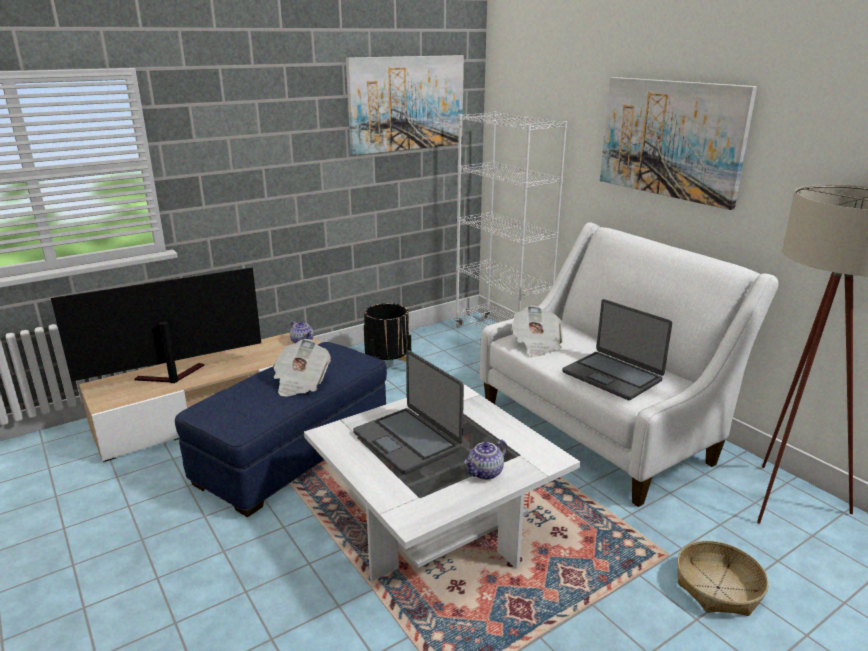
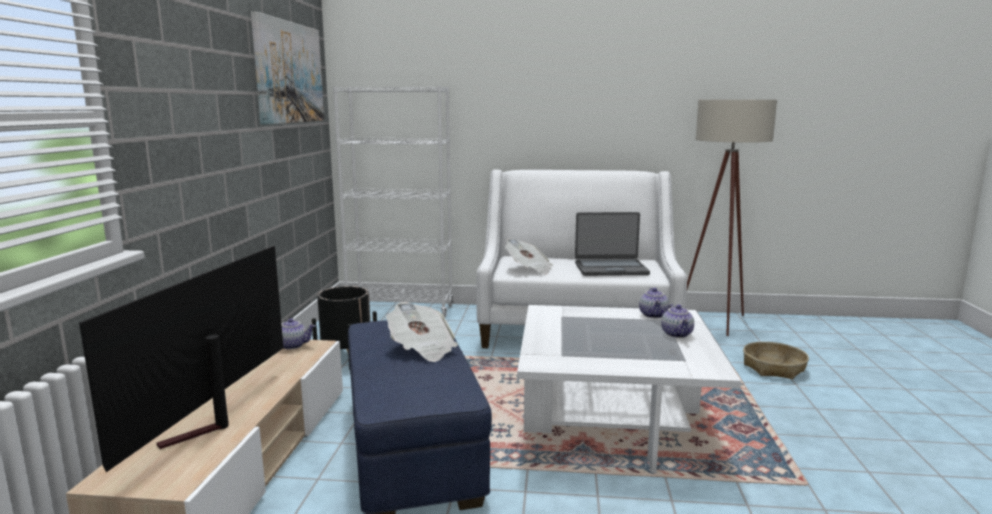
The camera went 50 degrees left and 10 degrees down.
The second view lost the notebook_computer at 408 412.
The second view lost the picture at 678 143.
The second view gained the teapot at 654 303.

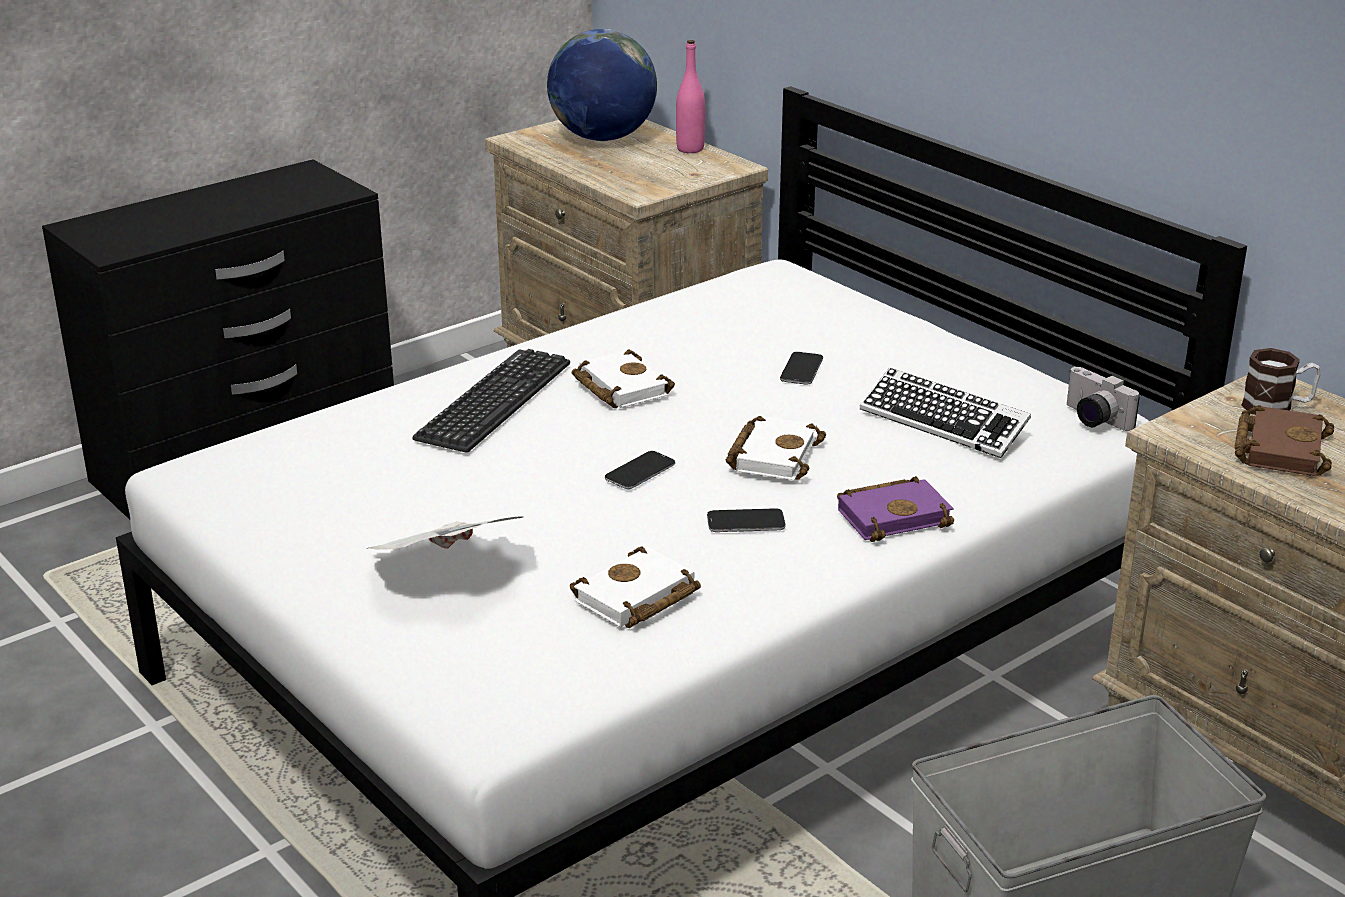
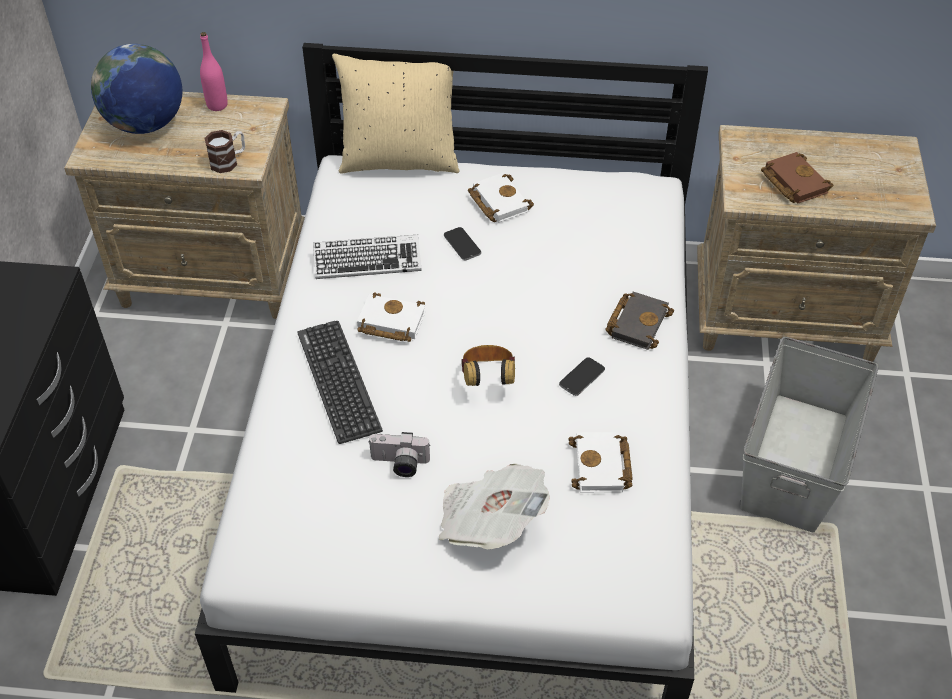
The camera went 45 degrees left and 20 degrees up.
Where the telephone stood at 640 470, the pair_of_headphones came to stand at 488 365.
The white-coloured_volume ended up elsewhere, having gone from 776 448 to 501 198.
What was the purple-coloured_volume at 895 509 turned into the blackish_volume at 639 321.
The keyboard ended up elsewhere, having gone from 945 413 to 367 257.
The still_camera ended up elsewhere, having gone from 1103 399 to 399 454.
The mug ended up elsewhere, having gone from 1281 381 to 225 151.
The second view gained the sand-coloured_cushion at 396 114.

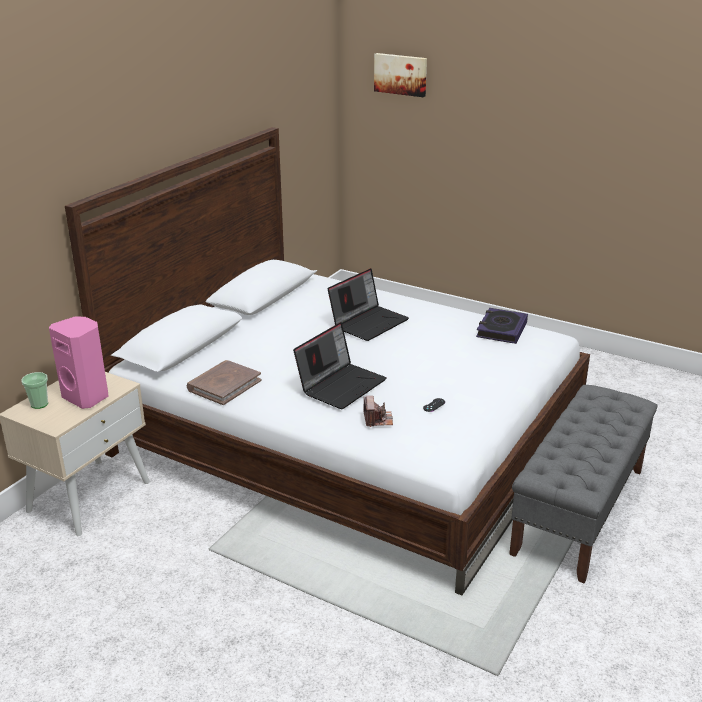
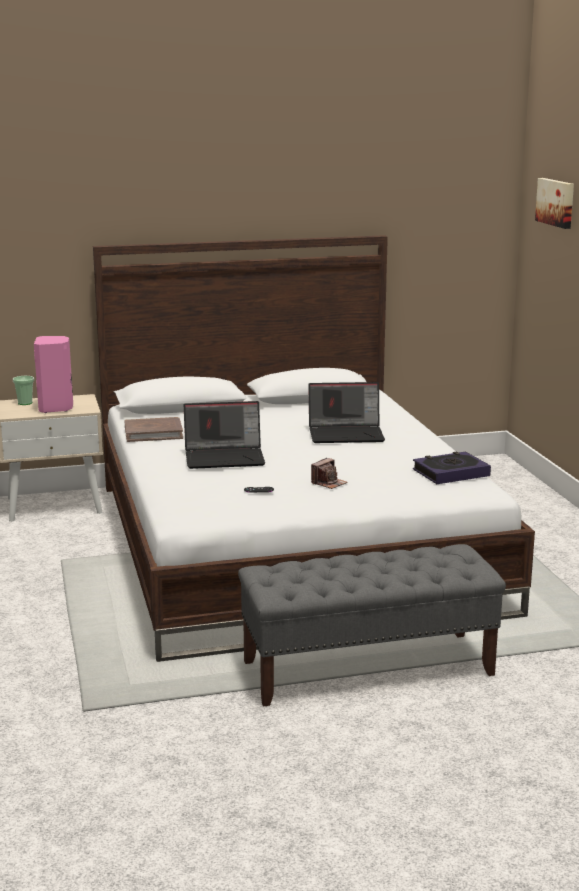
The camera went 45 degrees right and 10 degrees down.
The still_camera ended up elsewhere, having gone from 378 411 to 329 473.

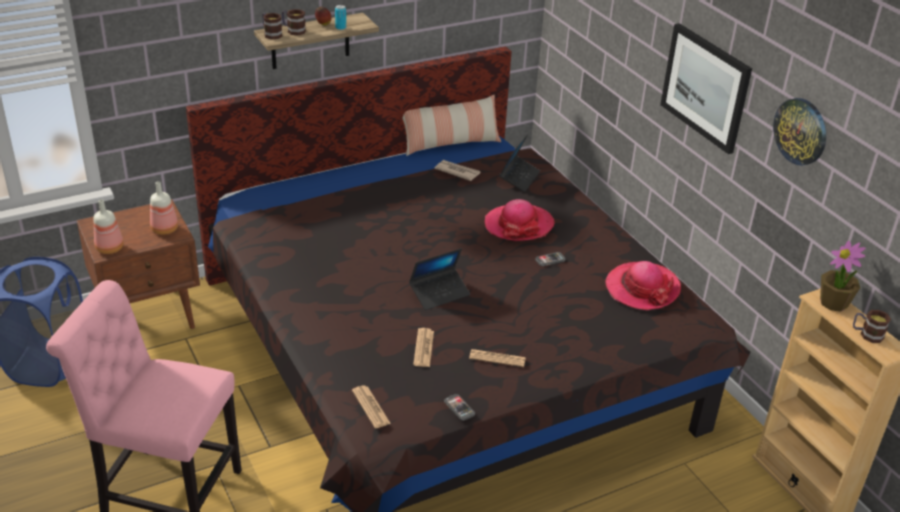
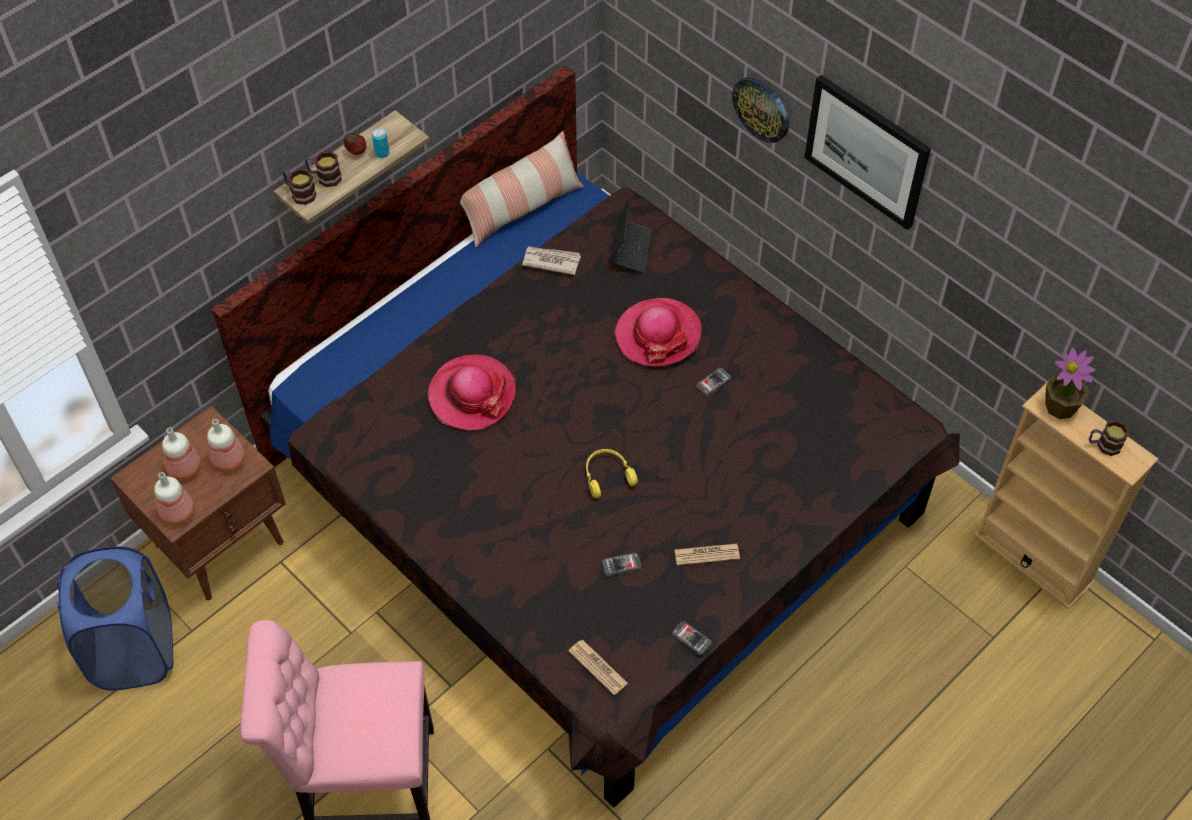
The camera went 15 degrees left and 20 degrees up.
Where the notebook_computer stood at 439 279, the yellow_pair_of_headphones came to stand at 612 473.
Where the printed_paper stood at 423 347, the telephone came to stand at 622 564.
The clothing_hat ended up elsewhere, having gone from 643 285 to 472 392.
The hanging_clock ended up elsewhere, having gone from 799 132 to 760 110.
The second view gained the drink_bottle at 181 454.

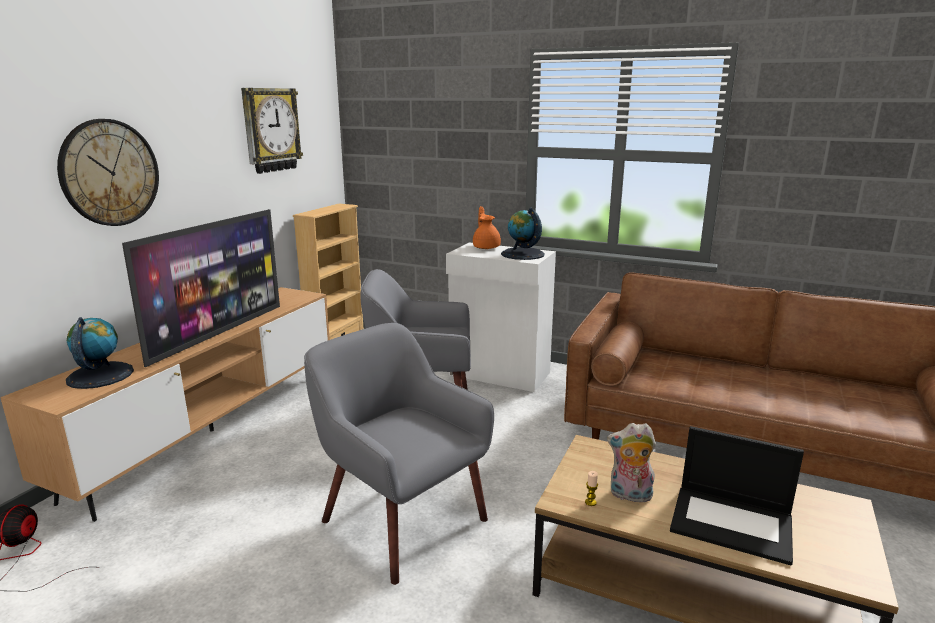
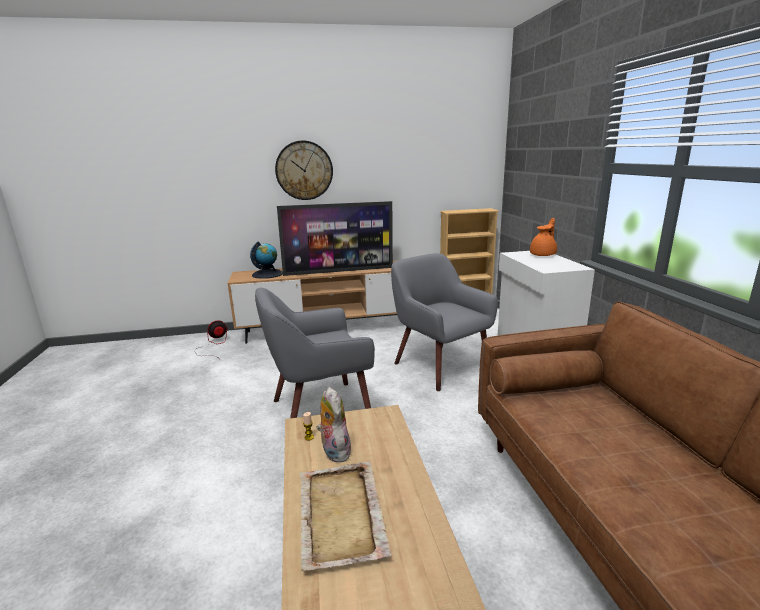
The camera went 55 degrees right and 0 degrees up.
The second view lost the hanging_clock at 272 131.
The grey_armchair at 399 454 ended up facing another way, 120 degrees counterclockwise from before.
The second view lost the world_globe at 523 233.
Where the notebook_computer stood at 737 496, the sand-coloured_tray came to stand at 346 517.

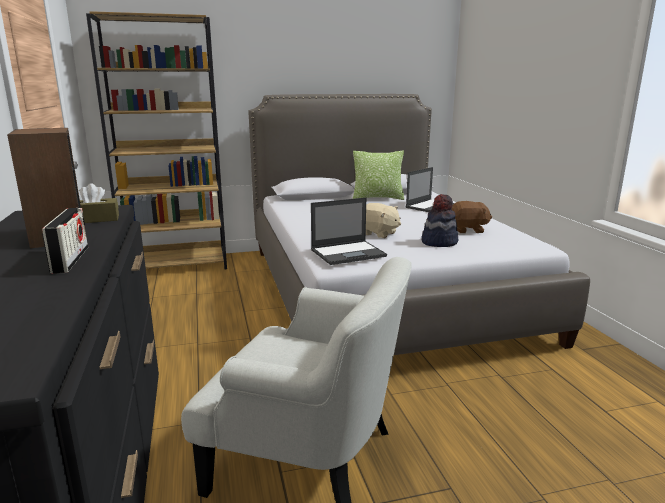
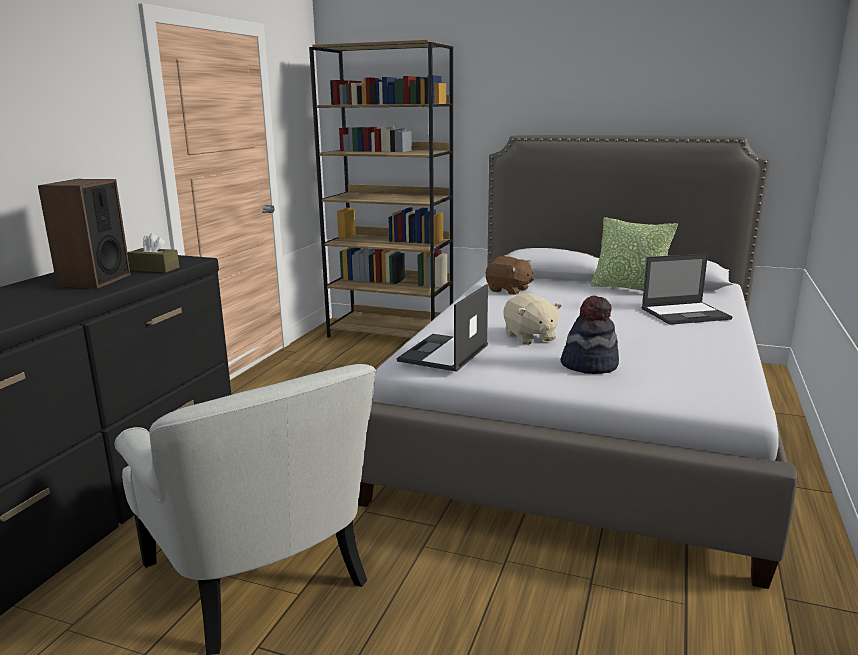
The camera went 35 degrees right and 0 degrees up.
The second view lost the radio_receiver at 65 241.
The notebook_computer at 349 231 ended up facing another way, 105 degrees clockwise from before.
The brownish_soft_toy ended up elsewhere, having gone from 472 217 to 510 275.

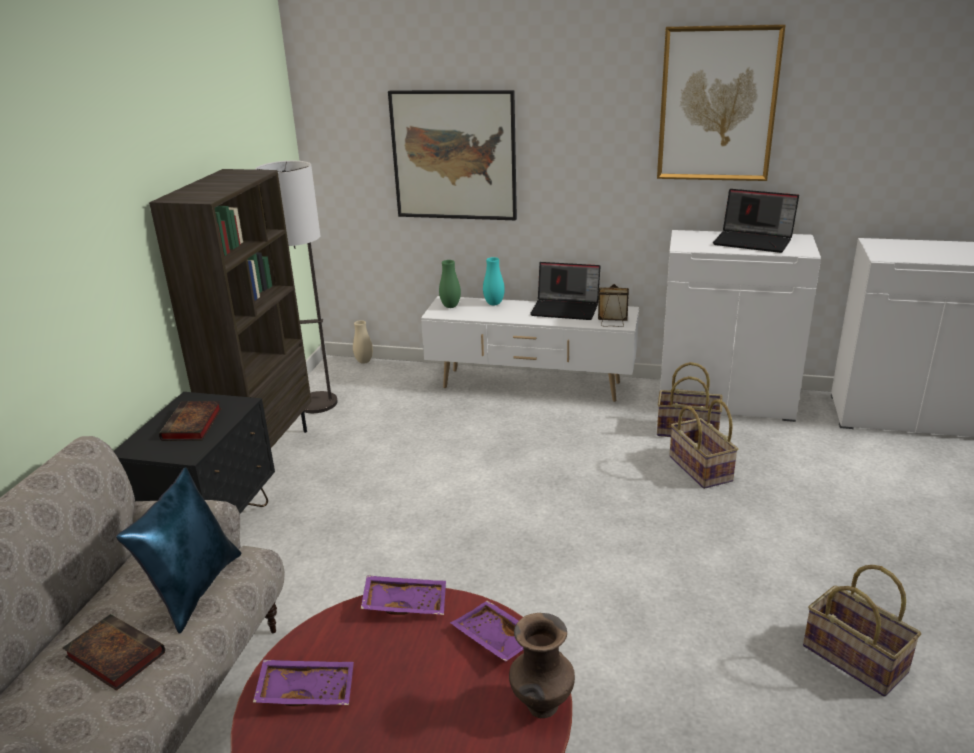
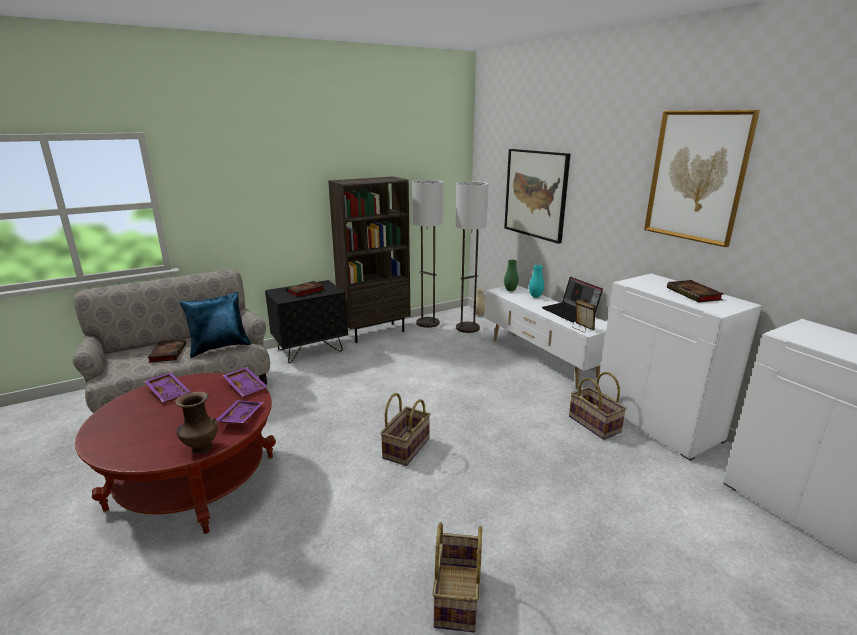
The camera went 45 degrees right and 5 degrees down.
The storage_basket ended up elsewhere, having gone from 703 444 to 405 429.
Where the notebook_computer stood at 756 221, the volume came to stand at 695 291.
The second view gained the floor_lamp at 472 257.

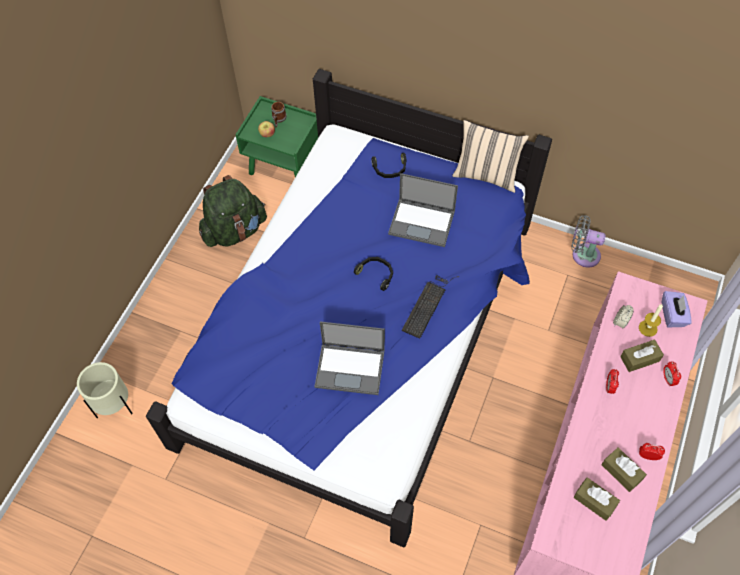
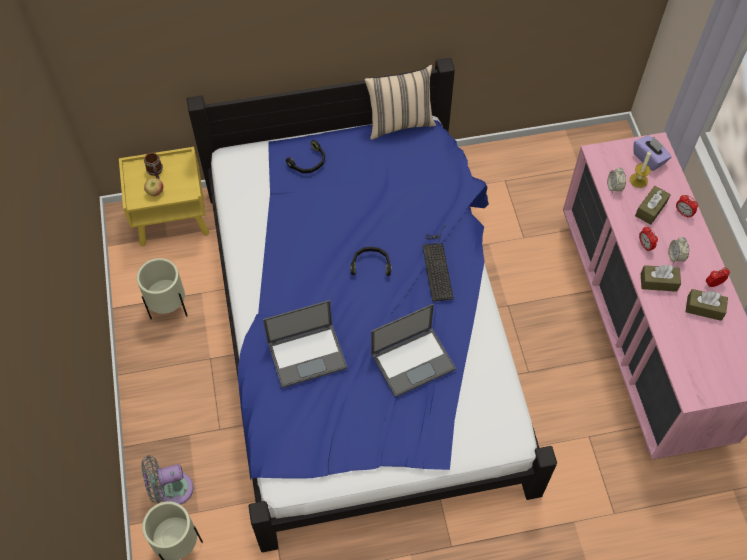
The camera went 35 degrees left and 0 degrees up.
Where the greenish_backpack stood at 233 211, the sand-coloured_plant_pot came to stand at 162 288.
What was the greenish_nightstand at 276 136 turned into the yellow_nightstand at 164 196.
The notebook_computer ended up elsewhere, having gone from 423 210 to 305 344.
The grey_fan ended up elsewhere, having gone from 588 241 to 167 480.
The brownish_tissue_box ended up elsewhere, having gone from 596 499 to 661 278.
The second view gained the table_clock at 679 250.

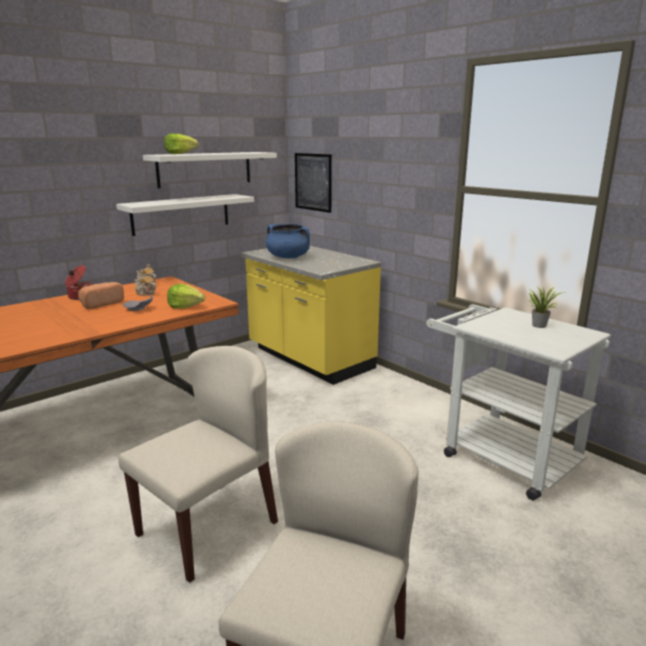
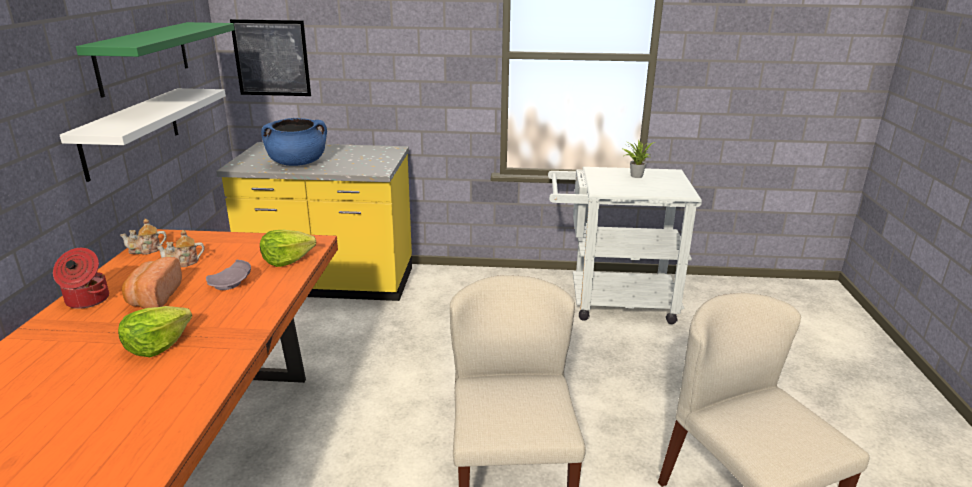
The camera went 45 degrees left and 5 degrees up.
What was the white-coloured_shelf at 210 170 turned into the greenish_shelf at 155 60.
The head_of_lettuce ended up elsewhere, having gone from 181 143 to 155 331.

